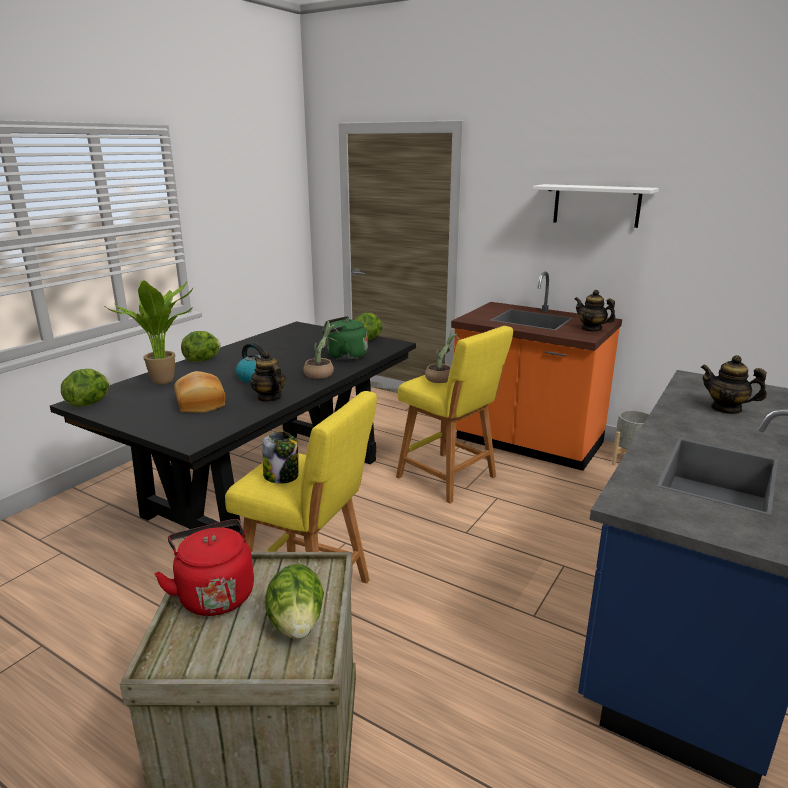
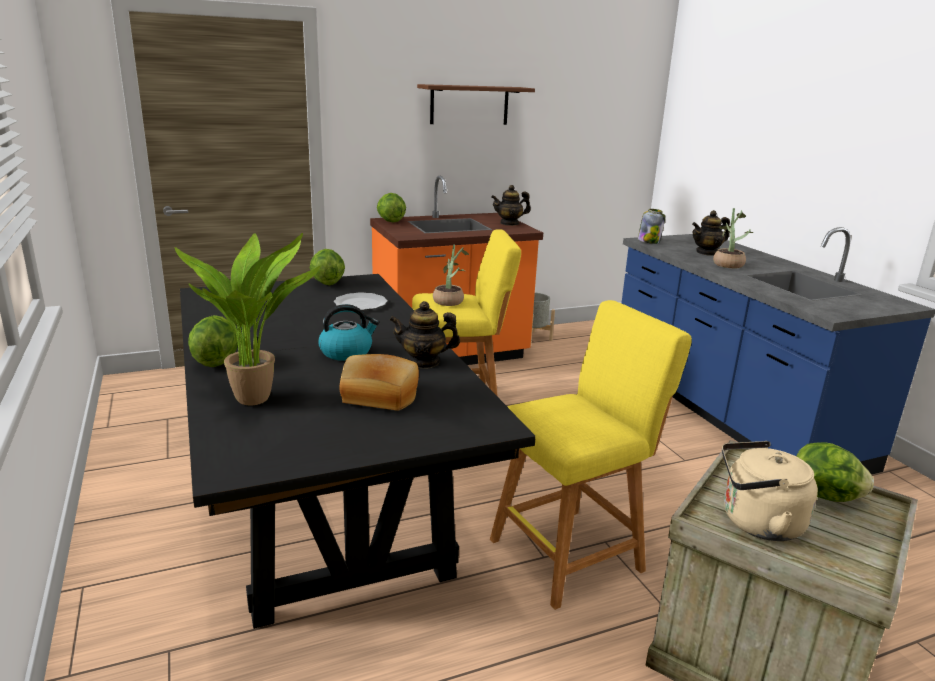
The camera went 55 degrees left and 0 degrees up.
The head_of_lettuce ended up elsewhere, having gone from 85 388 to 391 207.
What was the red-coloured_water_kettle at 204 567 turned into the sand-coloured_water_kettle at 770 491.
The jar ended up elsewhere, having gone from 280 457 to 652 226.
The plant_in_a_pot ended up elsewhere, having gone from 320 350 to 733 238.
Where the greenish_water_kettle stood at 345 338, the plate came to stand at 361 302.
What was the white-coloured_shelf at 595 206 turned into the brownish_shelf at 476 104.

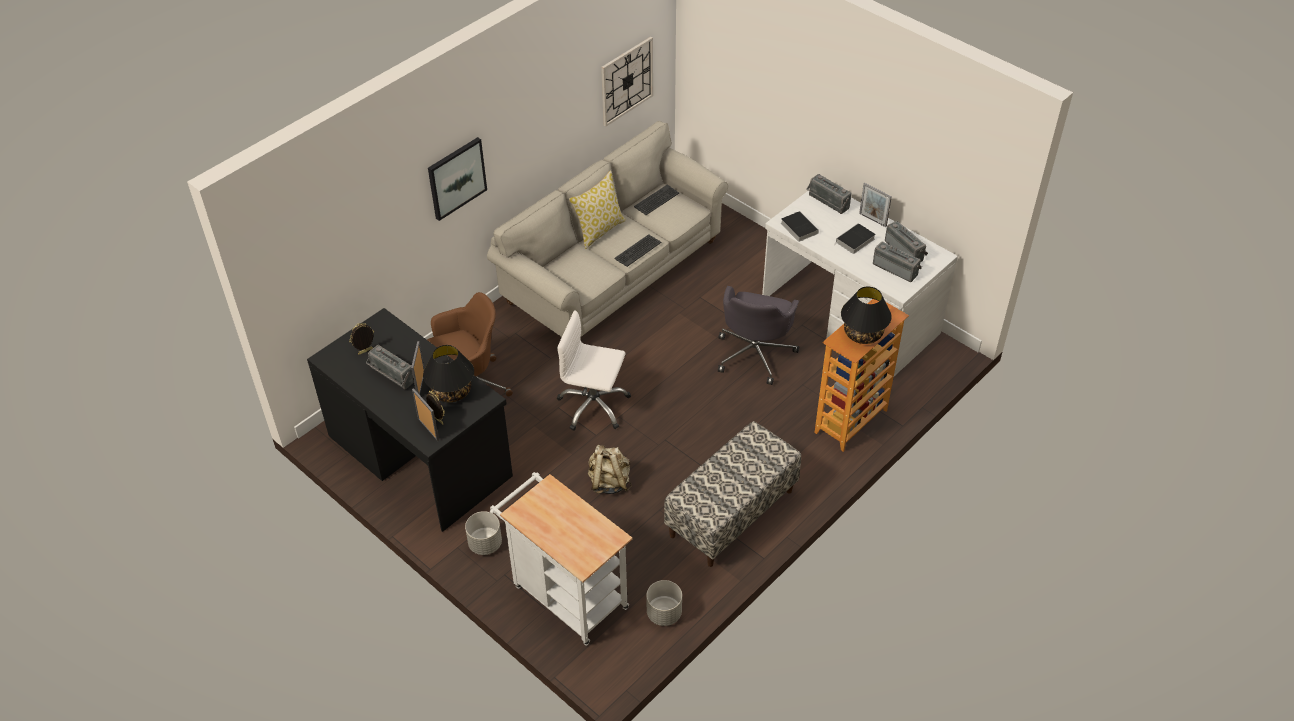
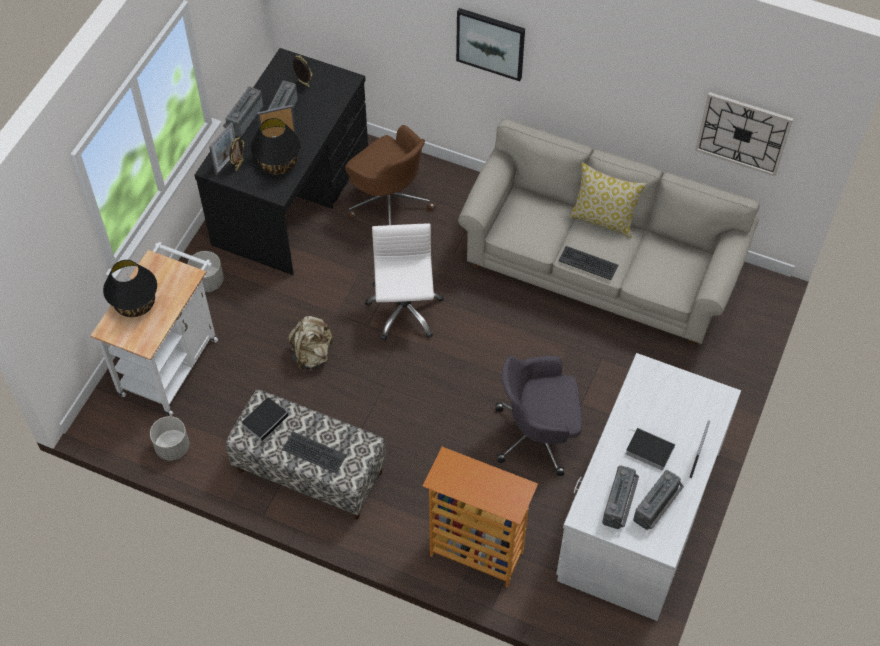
The camera went 70 degrees right and 10 degrees up.
The keyboard ended up elsewhere, having gone from 656 200 to 314 452.
The volume ended up elsewhere, having gone from 800 226 to 266 419.
The radio_receiver ended up elsewhere, having gone from 829 194 to 243 112.
The blackish_tabletop_lamp ended up elsewhere, having gone from 866 315 to 130 288.

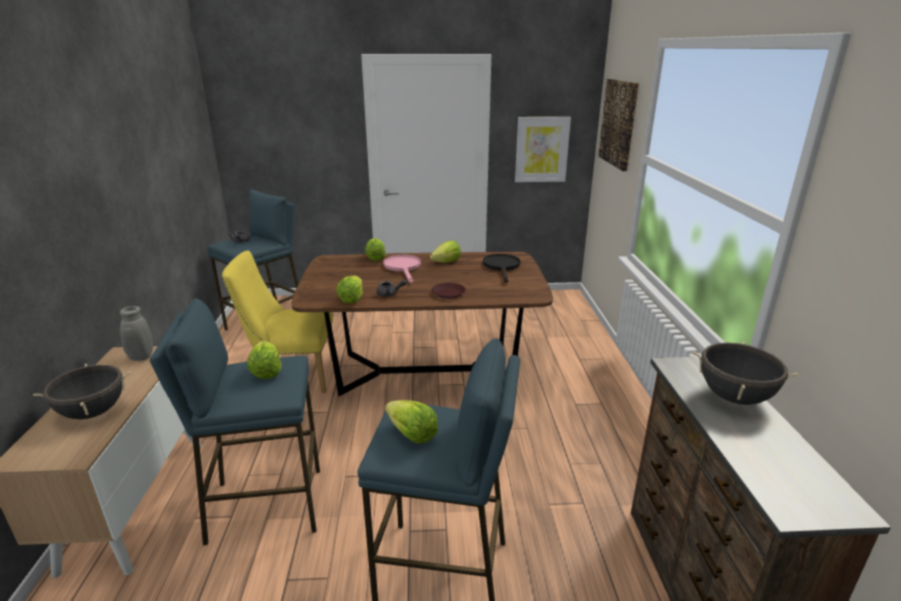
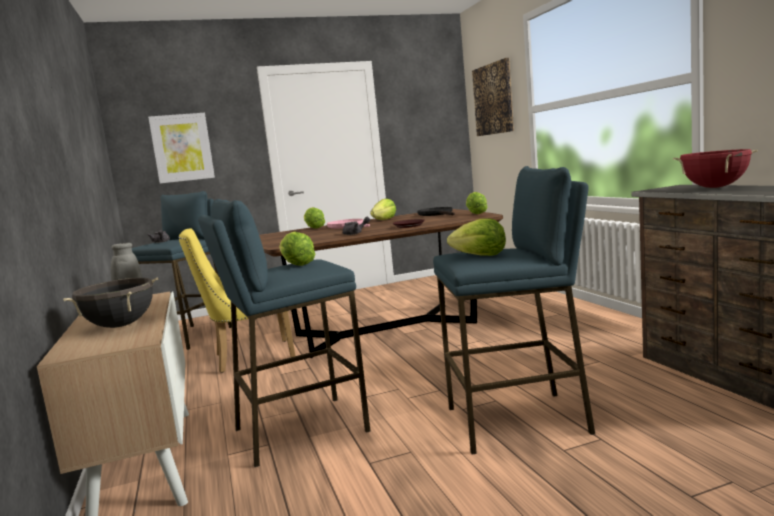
The camera went 15 degrees left and 15 degrees down.
The head_of_lettuce ended up elsewhere, having gone from 349 289 to 477 203.
The picture ended up elsewhere, having gone from 543 149 to 181 148.
What was the blackish_stockpot at 746 373 turned into the red-coloured_stockpot at 715 168.

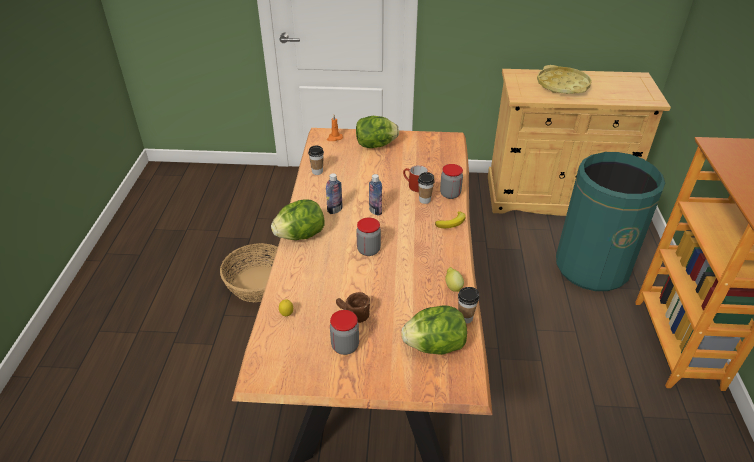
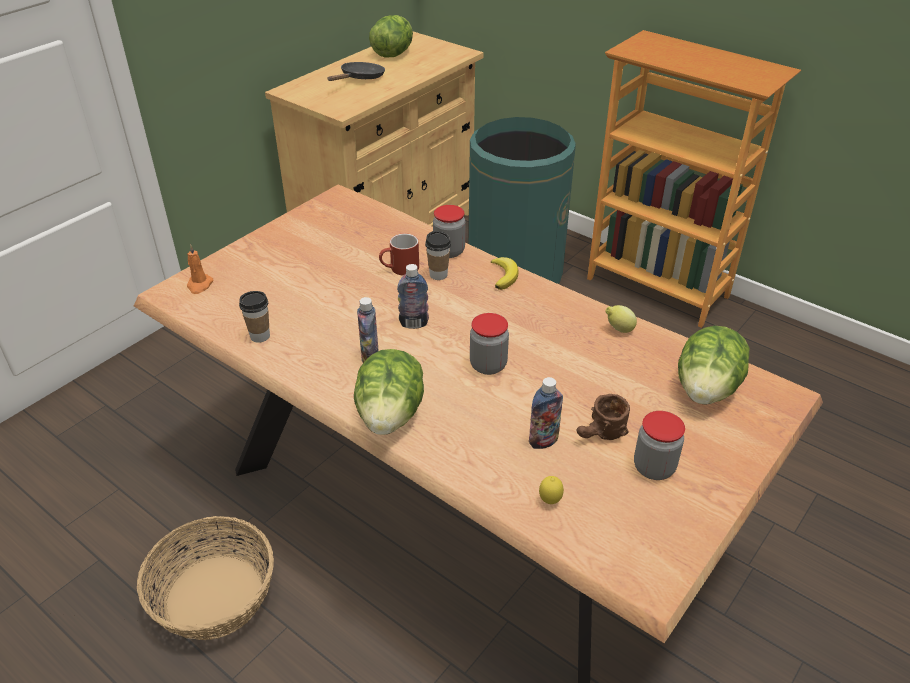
The camera went 55 degrees left and 0 degrees up.
The head_of_lettuce ended up elsewhere, having gone from 377 132 to 391 36.
The second view lost the small_cup at 468 305.
Where the yellow_tray stood at 564 79, the blackish_frying_pan came to stand at 356 71.
The second view gained the drink_bottle at 546 413.

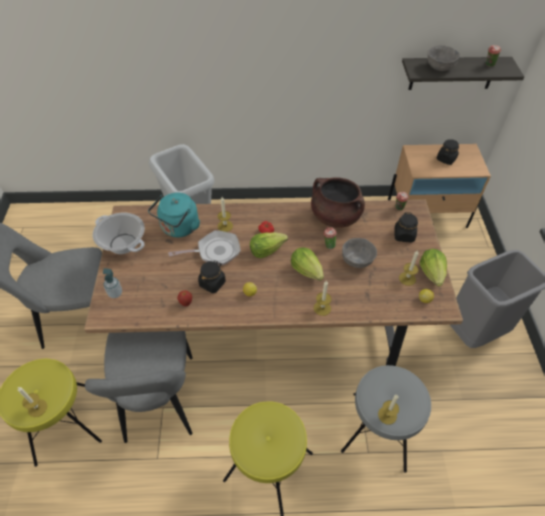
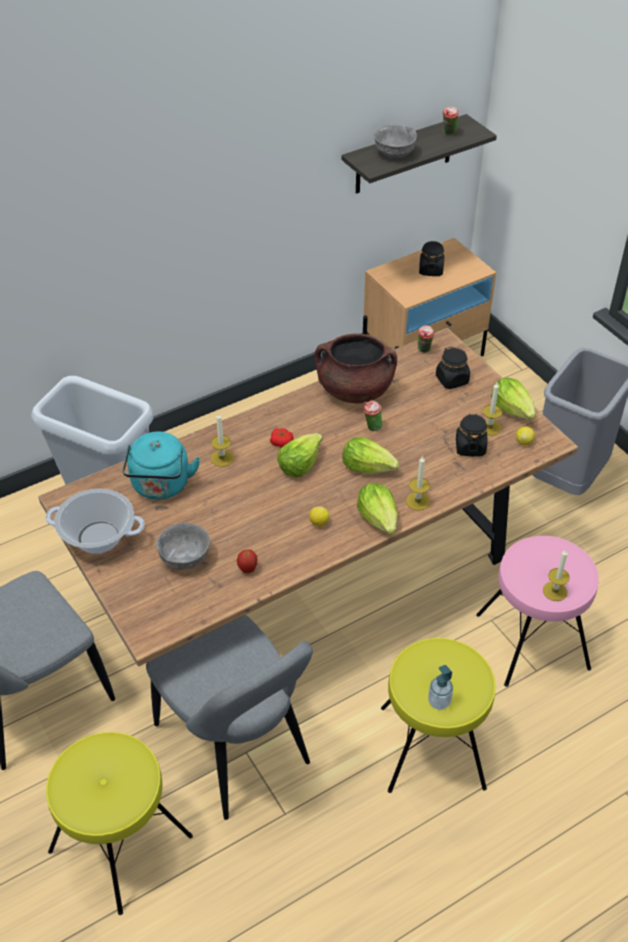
The camera went 30 degrees left and 5 degrees down.
The second view lost the wax_candle at 32 402.
The soap_dispenser ended up elsewhere, having gone from 112 283 to 440 687.
The second view lost the frying_pan at 204 247.
The blackish_jar ended up elsewhere, having gone from 212 276 to 471 434.
What was the grey_stool_seat at 386 419 turned into the pink-coloured_stool_seat at 537 611.
The grey_bowl ended up elsewhere, having gone from 359 253 to 183 546.
The second view gained the head_of_lettuce at 377 509.

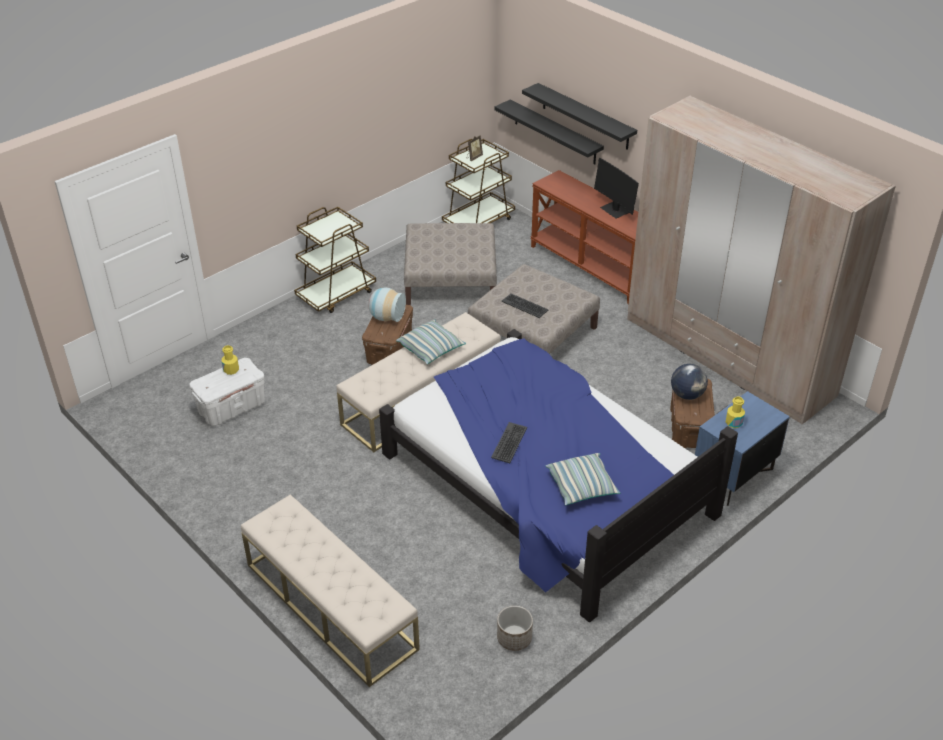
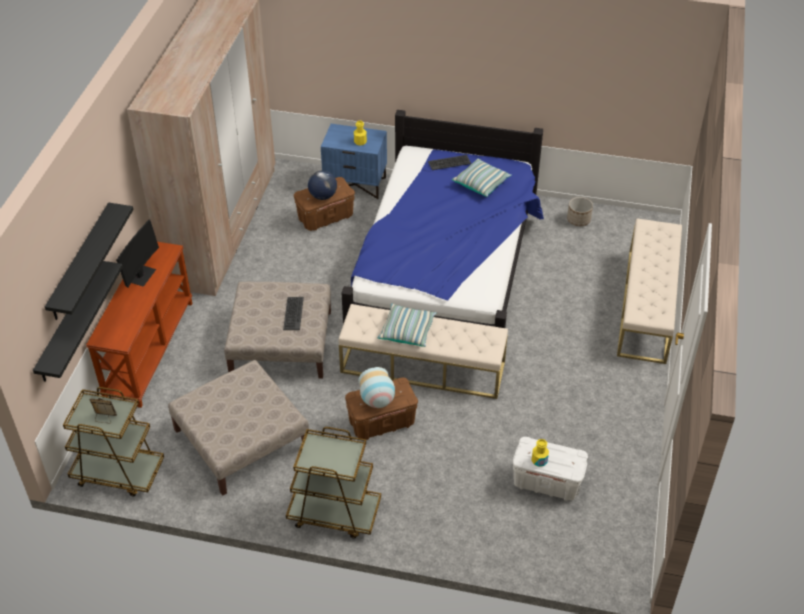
The camera went 125 degrees left and 5 degrees up.
The keyboard ended up elsewhere, having gone from 509 442 to 449 162.

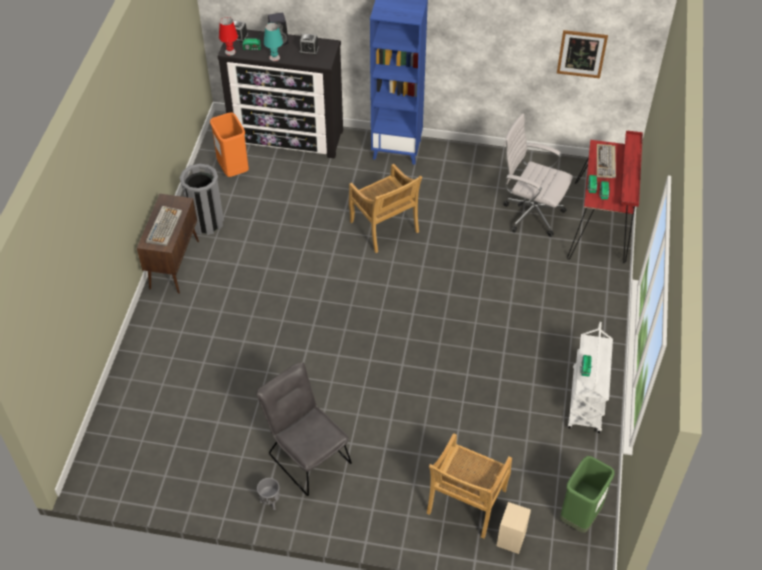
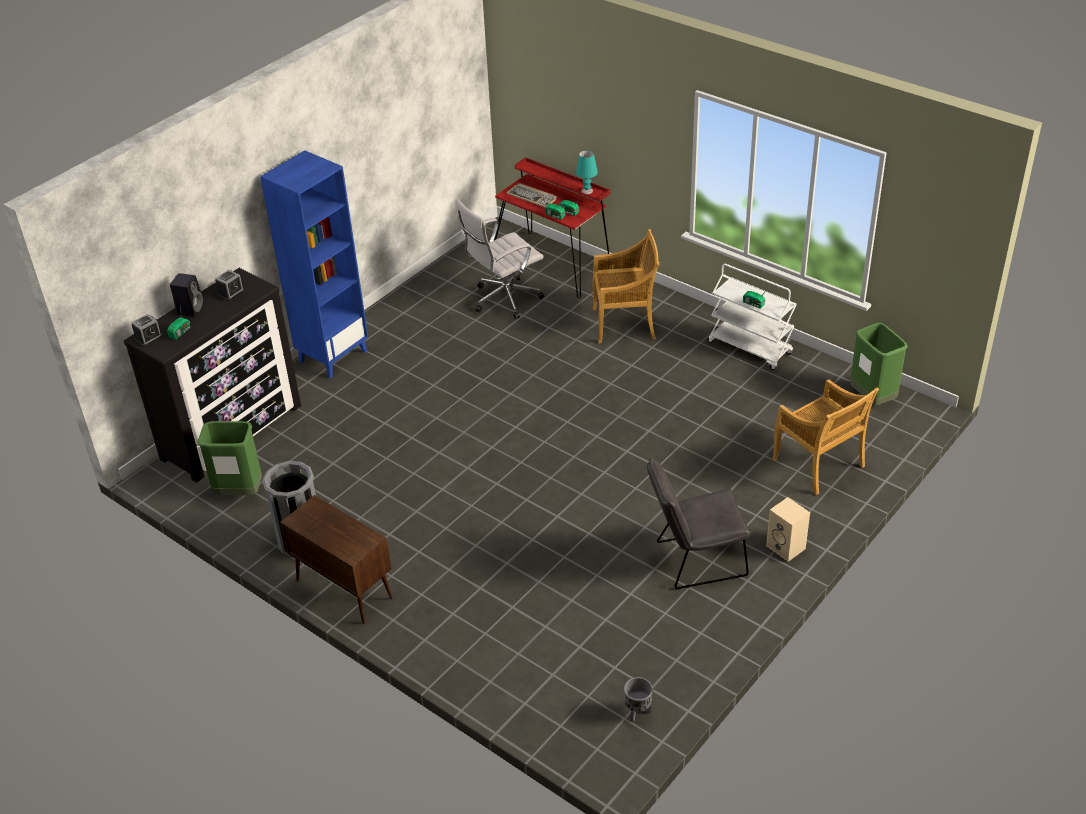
The camera went 60 degrees left and 10 degrees down.
The second view lost the keyboard at 164 226.
What was the orangey_trash_can at 229 145 turned into the greenish_trash_can at 229 458.
The second view lost the red-coloured_tabletop_lamp at 228 36.
The grey_plant_pot ended up elsewhere, having gone from 268 494 to 638 699.
The blue-green_tabletop_lamp ended up elsewhere, having gone from 273 42 to 587 172.
The sand-coloured_plain_chair ended up elsewhere, having gone from 385 208 to 625 286.
The sand-coloured_speaker ended up elsewhere, having gone from 514 528 to 788 529.
The second view lost the picture at 582 54.

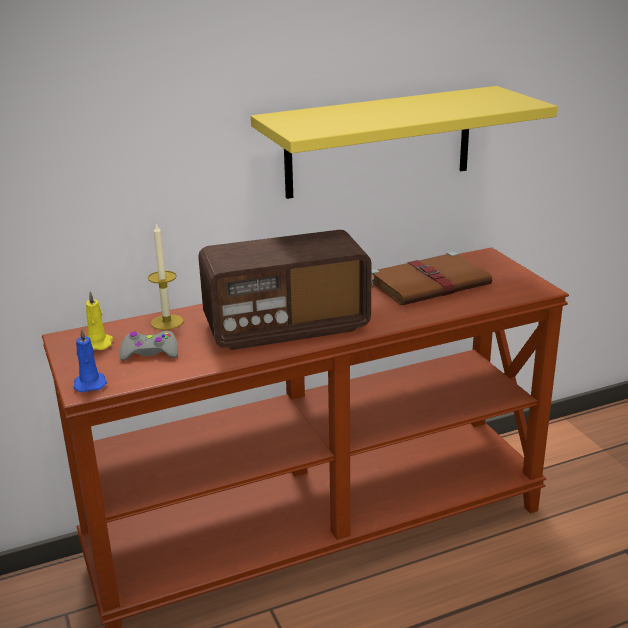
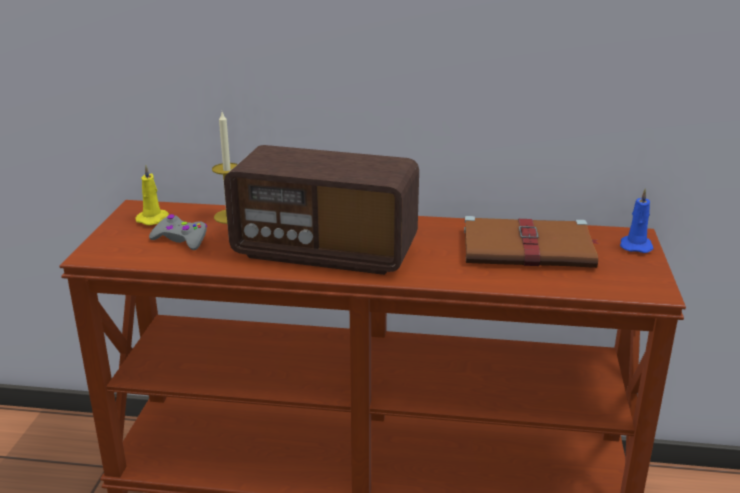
The camera went 30 degrees right and 0 degrees up.
The blue_wax_candle ended up elsewhere, having gone from 90 359 to 637 220.
The second view lost the yellow_shelf at 404 142.

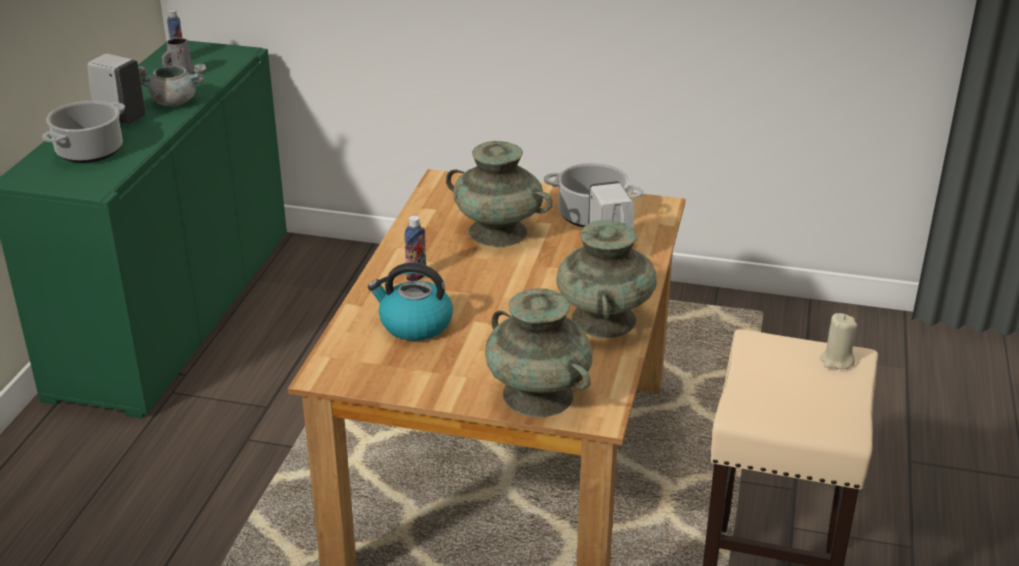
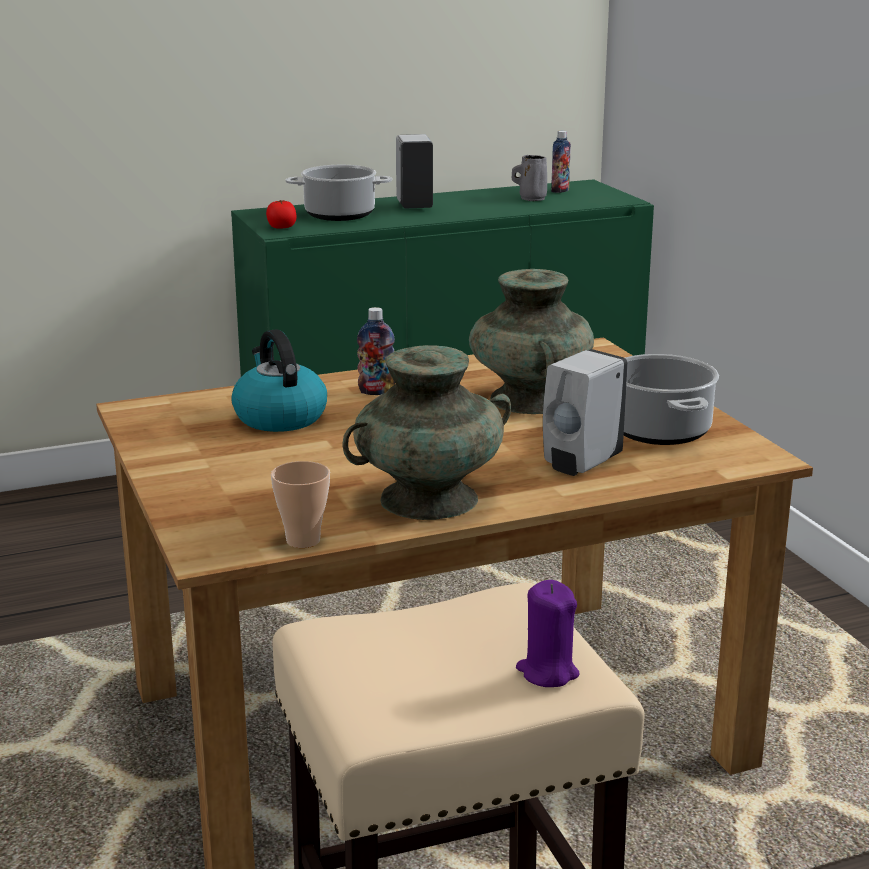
The camera went 55 degrees right and 10 degrees down.
The second view lost the grey_stockpot at 172 85.
The second view lost the blue-green_flower_vase at 539 352.
What was the sand-coloured_wax_candle at 838 341 turned into the purple-coloured_wax_candle at 547 633.
The second view gained the tomato at 281 214.
The second view gained the small_cup at 300 504.

